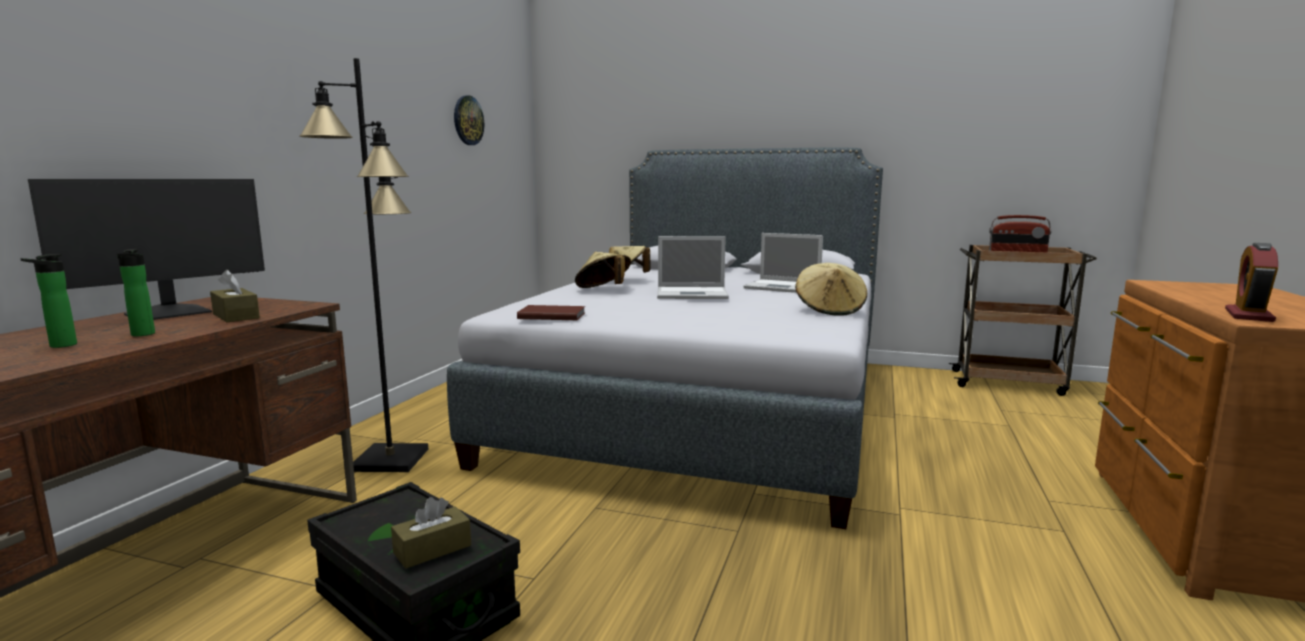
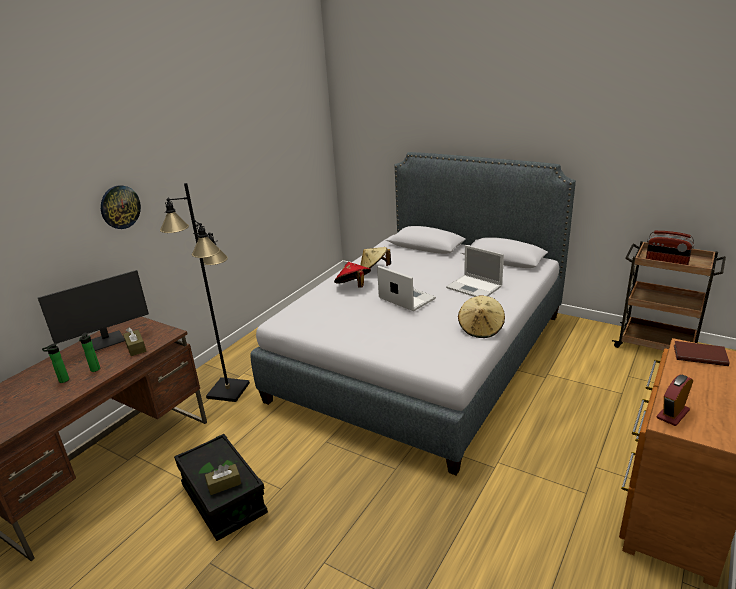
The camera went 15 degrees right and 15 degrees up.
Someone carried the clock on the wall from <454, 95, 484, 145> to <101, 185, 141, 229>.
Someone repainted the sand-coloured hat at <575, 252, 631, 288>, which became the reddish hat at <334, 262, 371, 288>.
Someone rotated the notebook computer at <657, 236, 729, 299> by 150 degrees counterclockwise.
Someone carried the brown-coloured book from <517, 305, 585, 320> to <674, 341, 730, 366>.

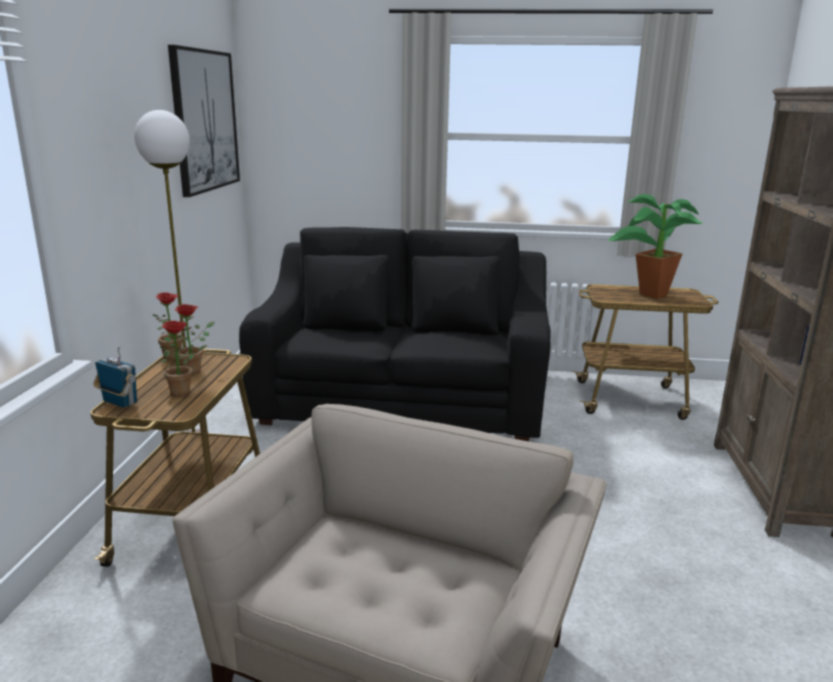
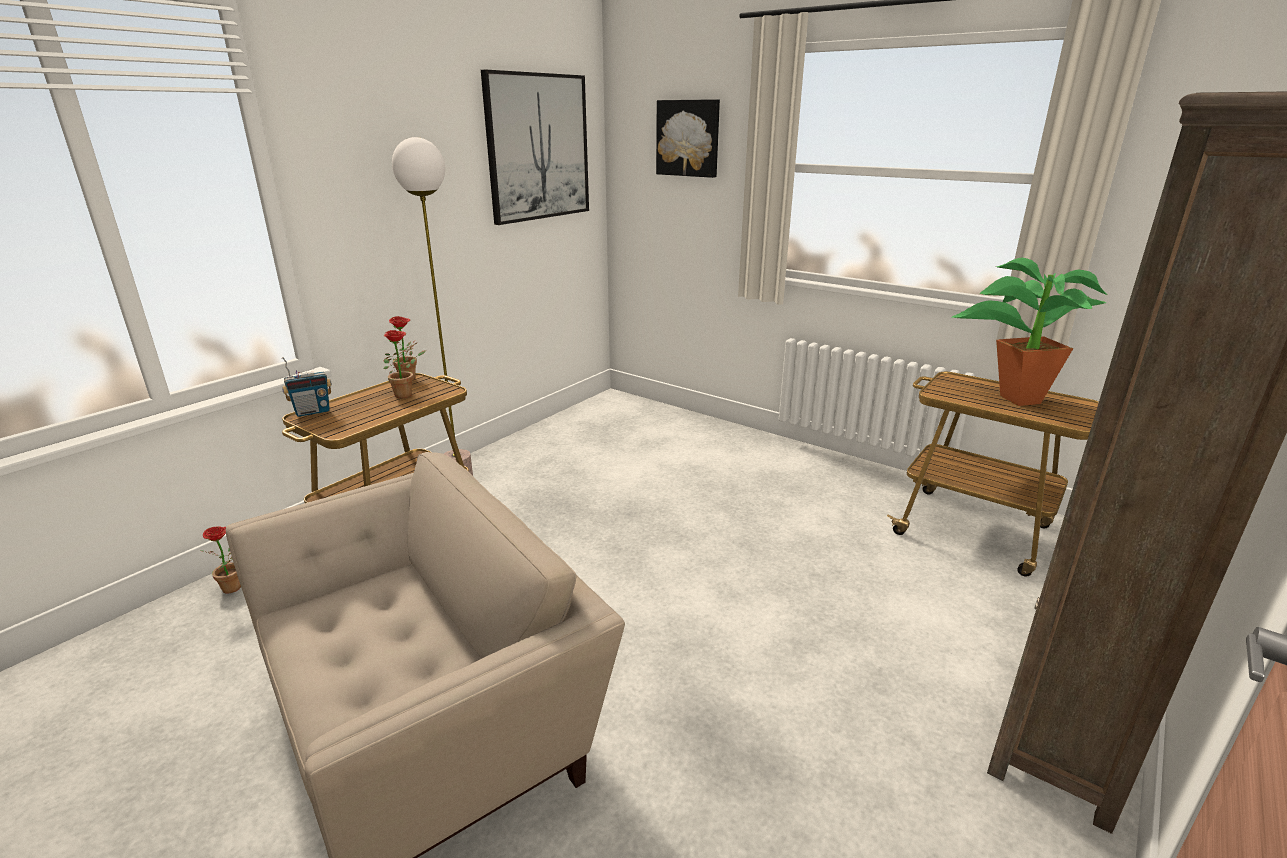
The camera went 30 degrees right and 5 degrees up.
Someone carried the plant in a pot from <160, 321, 208, 397> to <199, 526, 241, 593>.
Someone rotated the radio receiver at <93, 345, 137, 408> by 90 degrees clockwise.
Someone put up the wall picture at <656, 99, 720, 178>.
Someone took away the black-coloured sofa at <239, 227, 550, 441>.

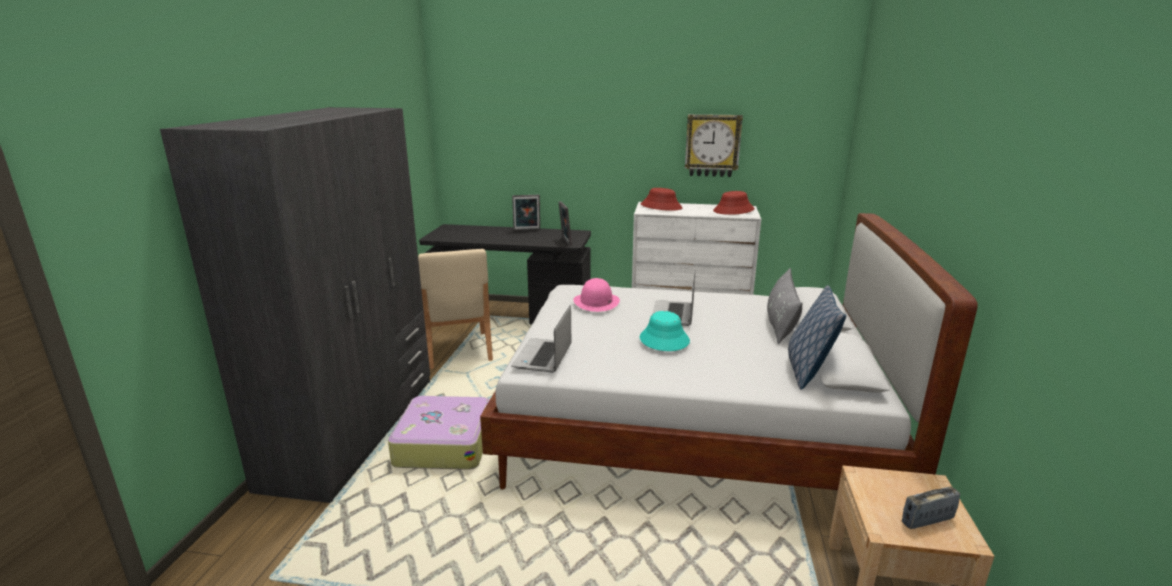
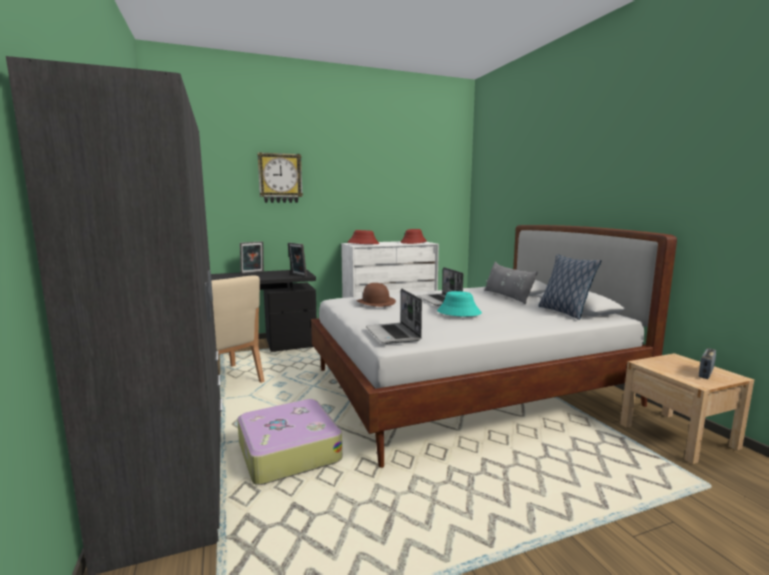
The camera went 30 degrees left and 10 degrees down.
Someone carried the clock on the wall from <685, 114, 743, 177> to <257, 152, 303, 203>.
Someone repainted the pink hat at <573, 278, 620, 312>, which became the brown-coloured hat at <357, 283, 396, 307>.

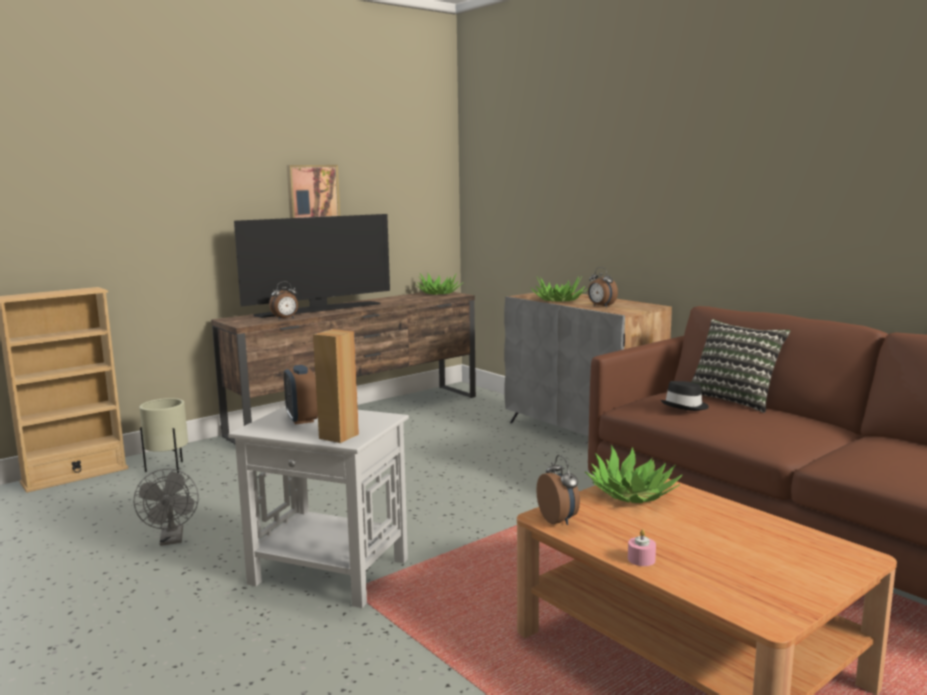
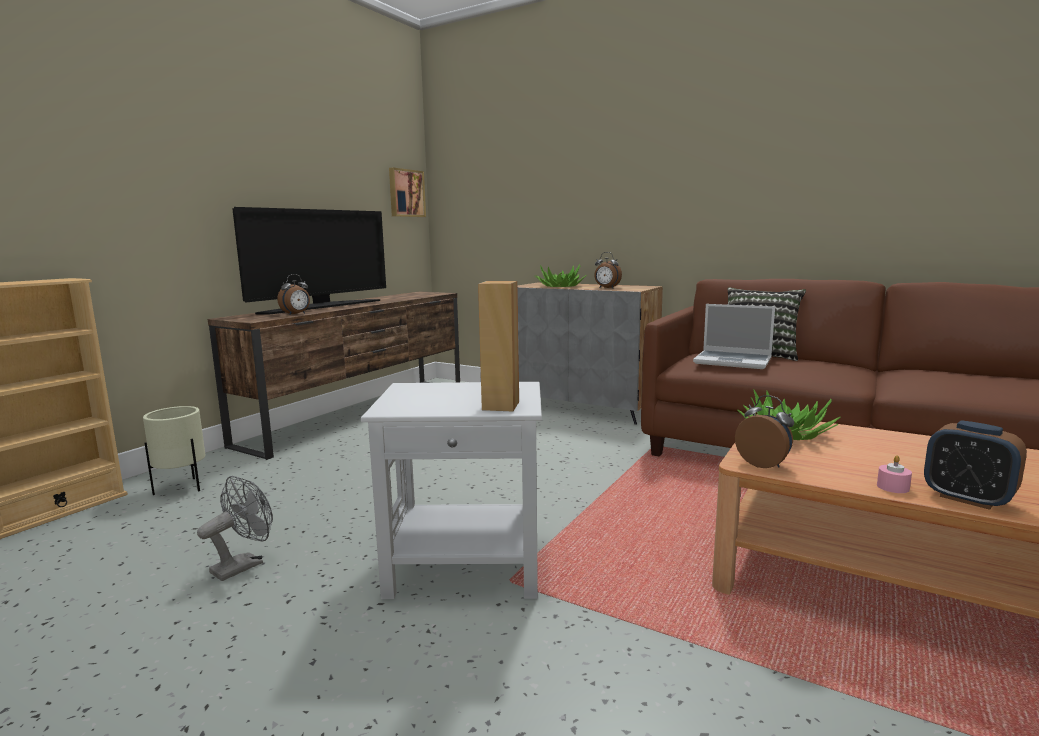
The camera went 20 degrees left and 0 degrees up.
Someone rotated the greyish electric fan at <134, 469, 199, 546> by 105 degrees counterclockwise.
Someone carried the wall picture from <287, 165, 340, 218> to <389, 168, 426, 217>.
Someone swapped the black-coloured hat at <661, 381, 709, 411> for the notebook computer at <693, 304, 775, 369>.
Someone carried the table clock from <284, 365, 318, 425> to <924, 420, 1027, 510>.
Someone took away the plant in a pot at <415, 272, 462, 295>.

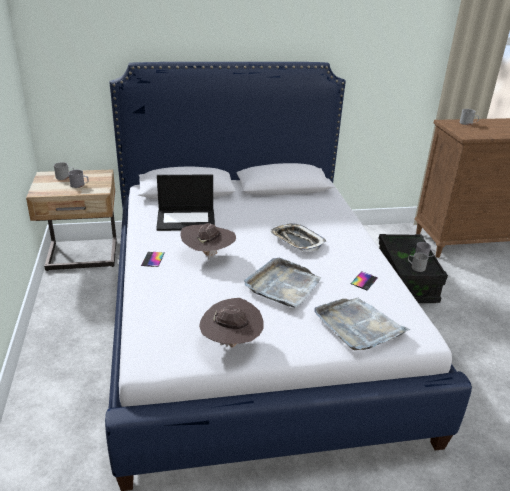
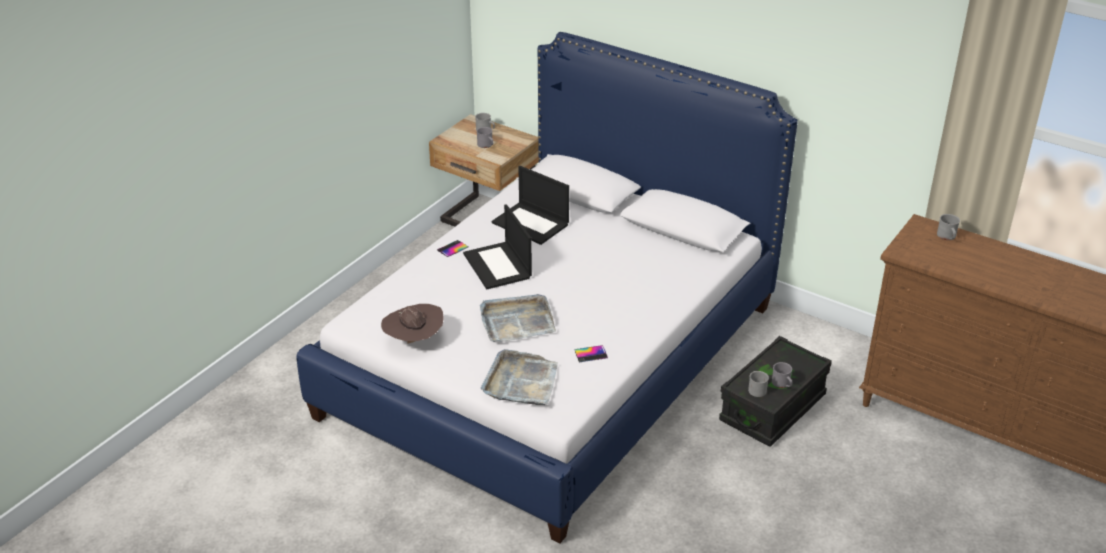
The camera went 45 degrees right and 5 degrees up.
Someone swapped the brown-coloured hat at <180, 223, 236, 260> for the notebook computer at <463, 204, 532, 289>.
Someone took away the tray at <270, 223, 326, 252>.

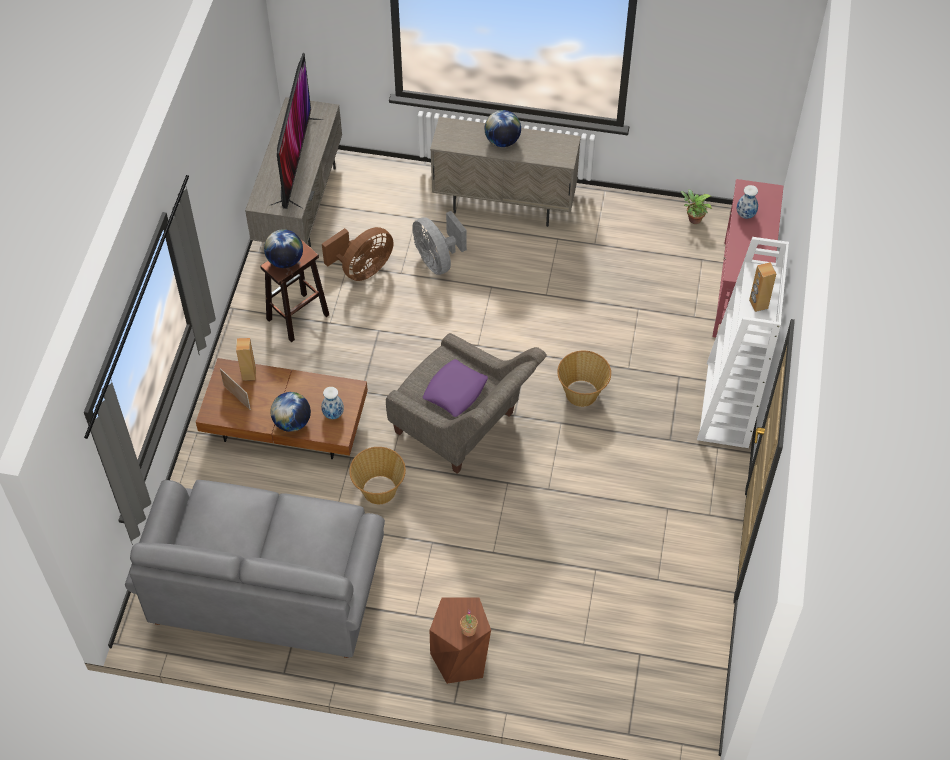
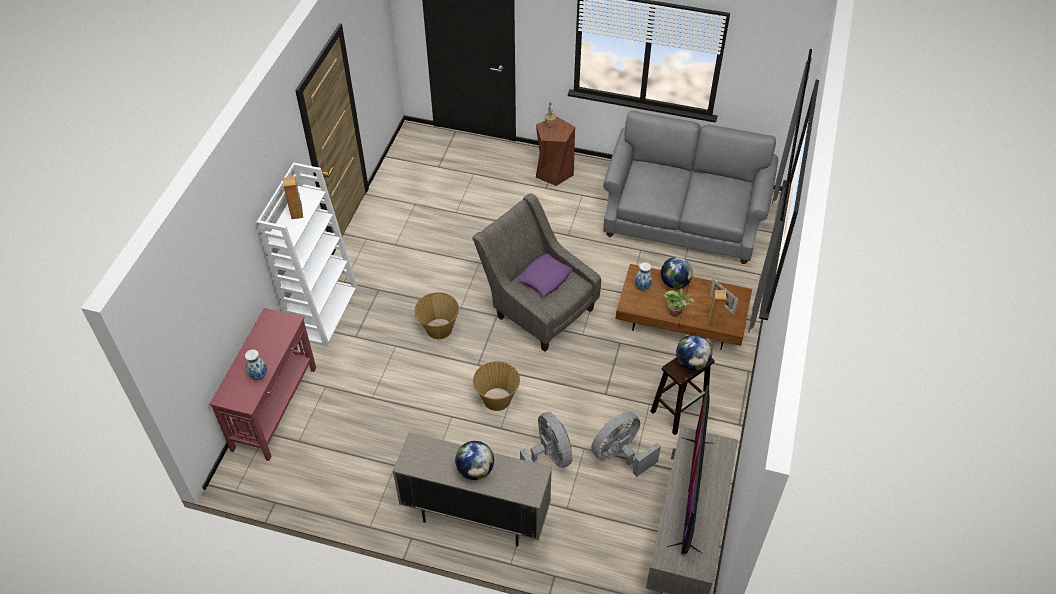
The camera went 175 degrees left and 5 degrees down.
Someone carried the household basket from <349, 447, 406, 504> to <473, 361, 520, 411>.
Someone repainted the brown-coloured electric fan at <322, 227, 393, 281>, which became the greyish electric fan at <591, 412, 661, 477>.
Someone carried the plant in a pot from <681, 189, 712, 224> to <664, 289, 694, 317>.

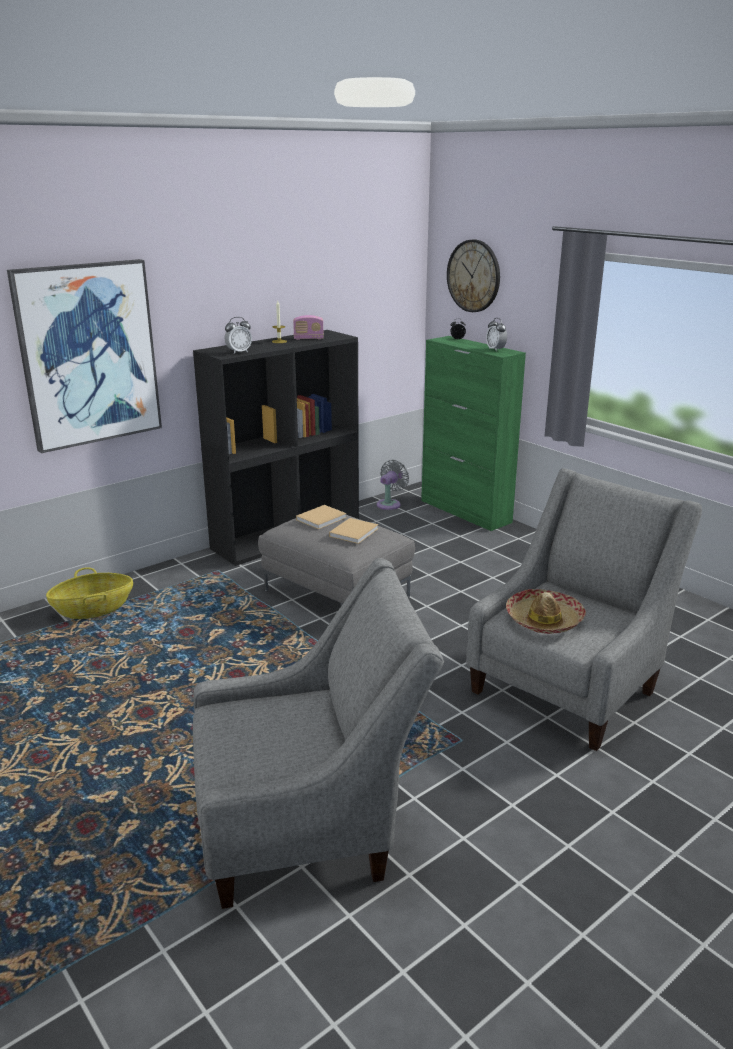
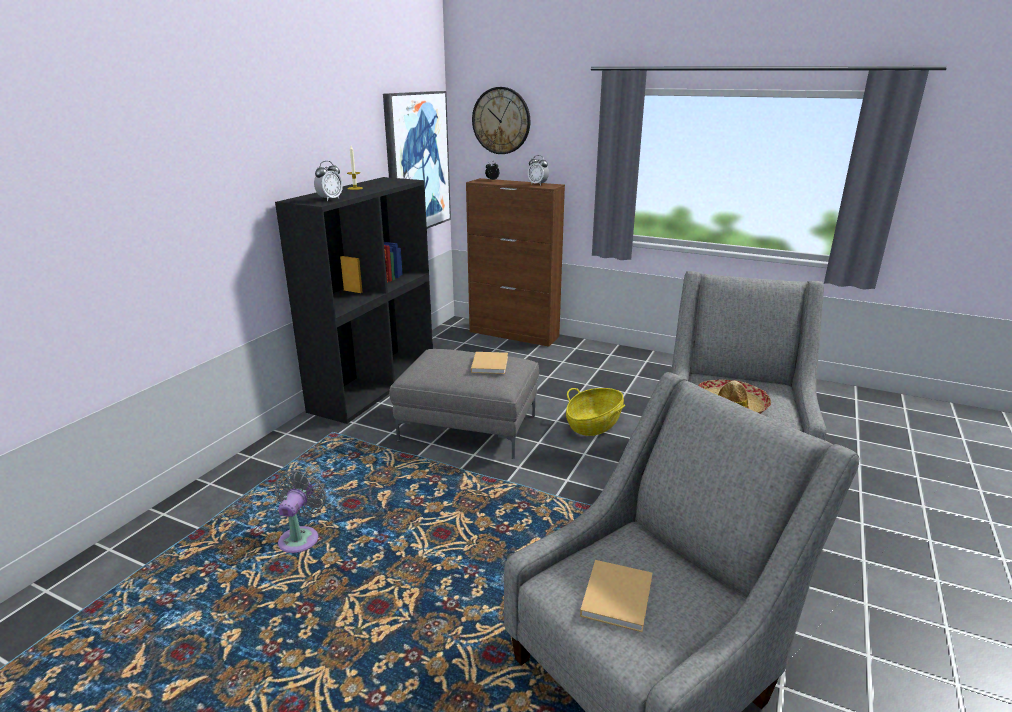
The camera went 25 degrees left and 0 degrees up.
Someone carried the greyish electric fan from <377, 460, 409, 510> to <275, 470, 326, 553>.
Someone carried the wall picture from <7, 259, 162, 453> to <383, 91, 451, 229>.
Someone repainted the greenish storage cabinet at <421, 336, 526, 531>, which became the brown-coloured storage cabinet at <466, 178, 565, 347>.
Someone carried the household basket from <46, 567, 133, 619> to <566, 388, 625, 436>.
Someone carried the sand-coloured book from <296, 505, 347, 529> to <580, 560, 652, 632>.
Someone took away the radio receiver at <293, 315, 324, 340>.

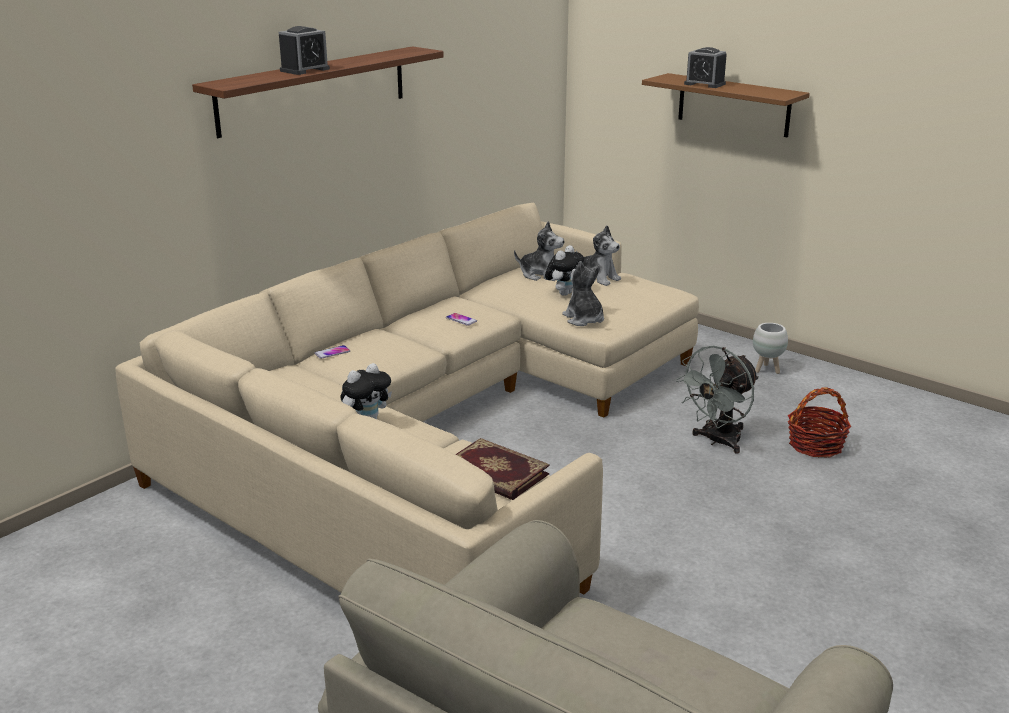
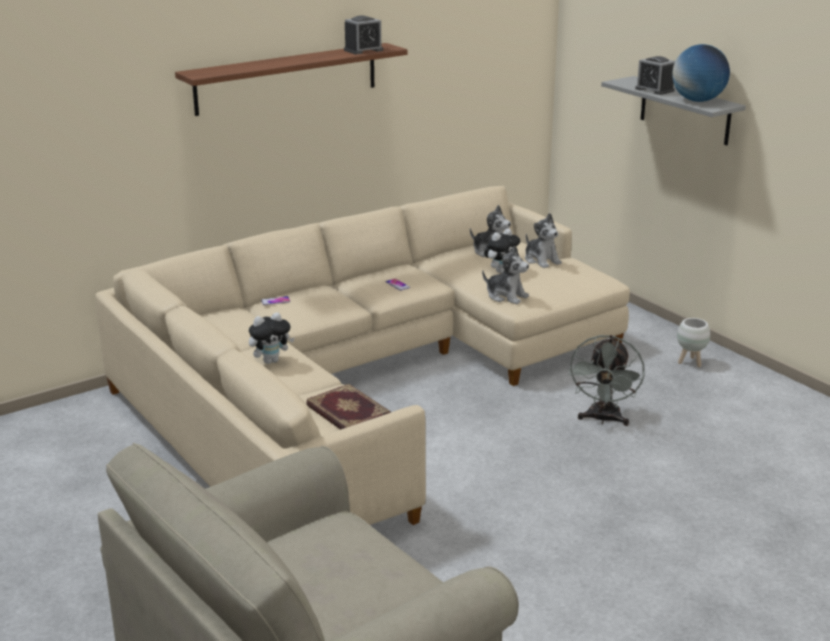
The camera went 15 degrees right and 0 degrees up.
Someone carried the table clock from <279, 26, 330, 75> to <344, 15, 383, 54>.
Someone rotated the plush toy at <562, 261, 604, 326> by 135 degrees clockwise.
Someone rotated the greyish electric fan at <676, 345, 759, 453> by 45 degrees counterclockwise.
Someone repainted the brown-coloured shelf at <642, 73, 810, 137>, which became the greyish shelf at <601, 76, 746, 145>.
Someone put down the world globe at <672, 44, 730, 102>.
Someone took away the household basket at <788, 387, 852, 458>.

